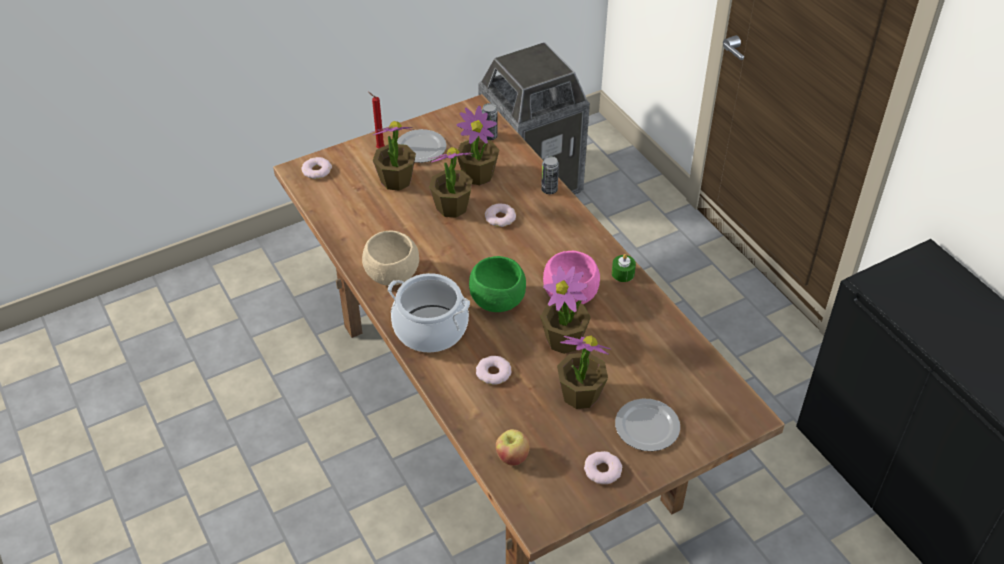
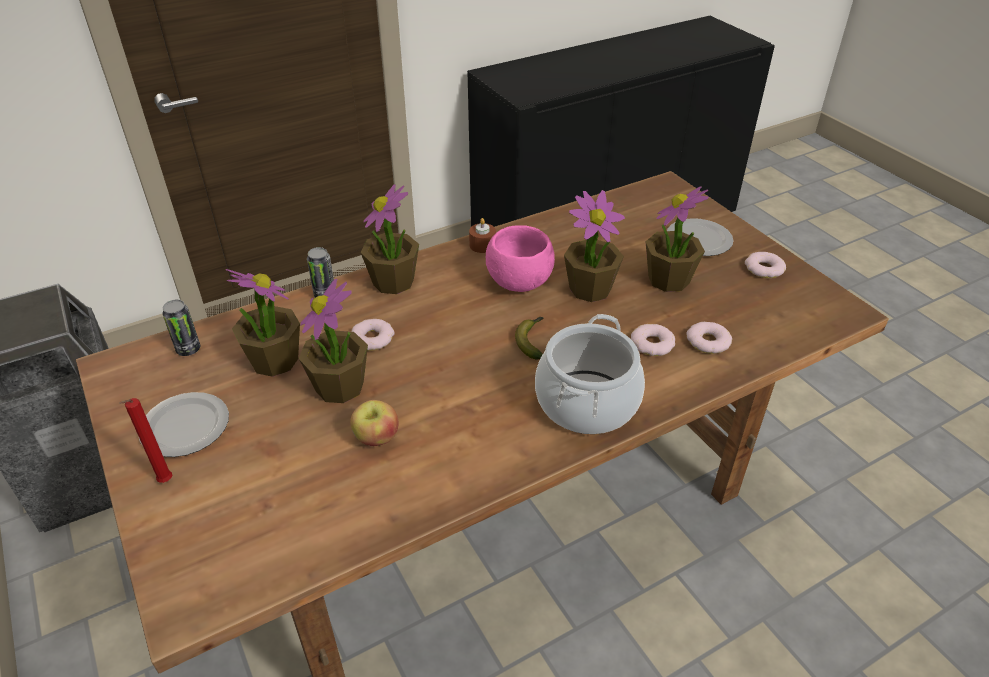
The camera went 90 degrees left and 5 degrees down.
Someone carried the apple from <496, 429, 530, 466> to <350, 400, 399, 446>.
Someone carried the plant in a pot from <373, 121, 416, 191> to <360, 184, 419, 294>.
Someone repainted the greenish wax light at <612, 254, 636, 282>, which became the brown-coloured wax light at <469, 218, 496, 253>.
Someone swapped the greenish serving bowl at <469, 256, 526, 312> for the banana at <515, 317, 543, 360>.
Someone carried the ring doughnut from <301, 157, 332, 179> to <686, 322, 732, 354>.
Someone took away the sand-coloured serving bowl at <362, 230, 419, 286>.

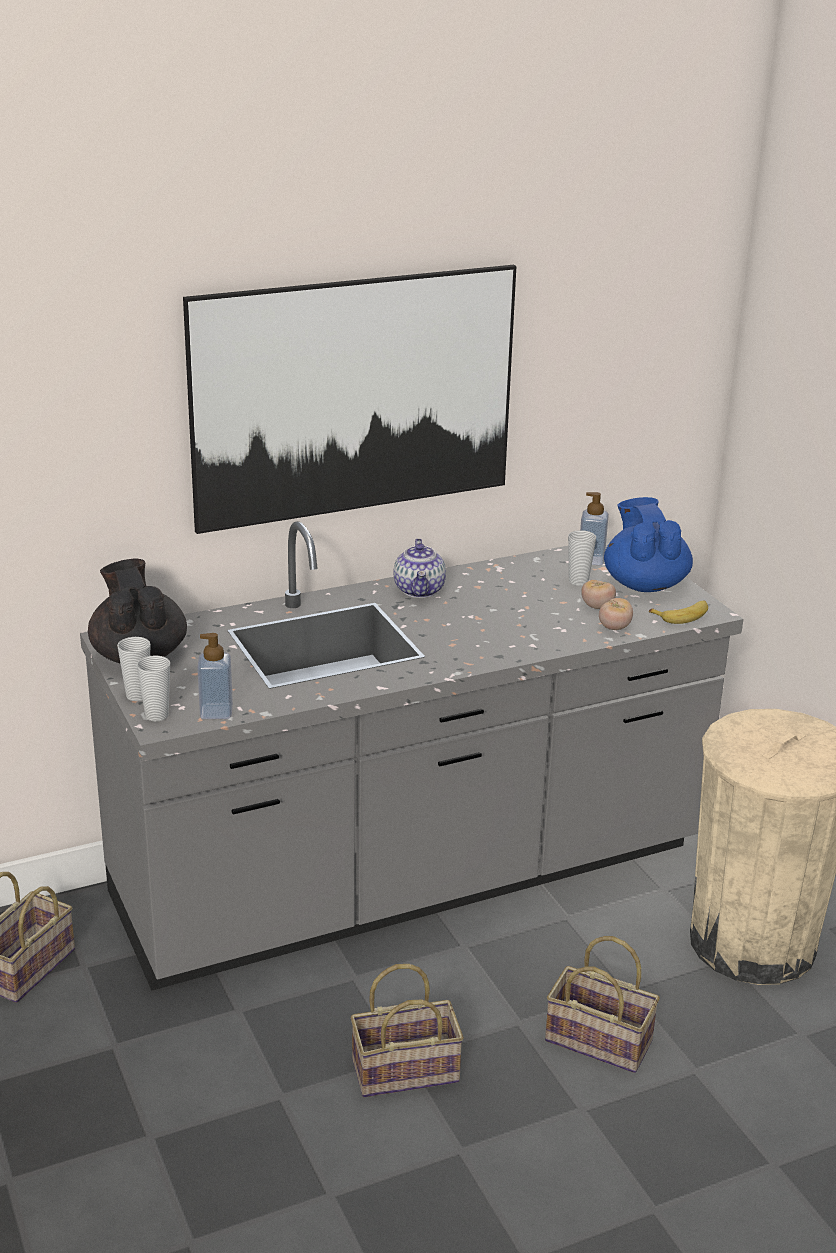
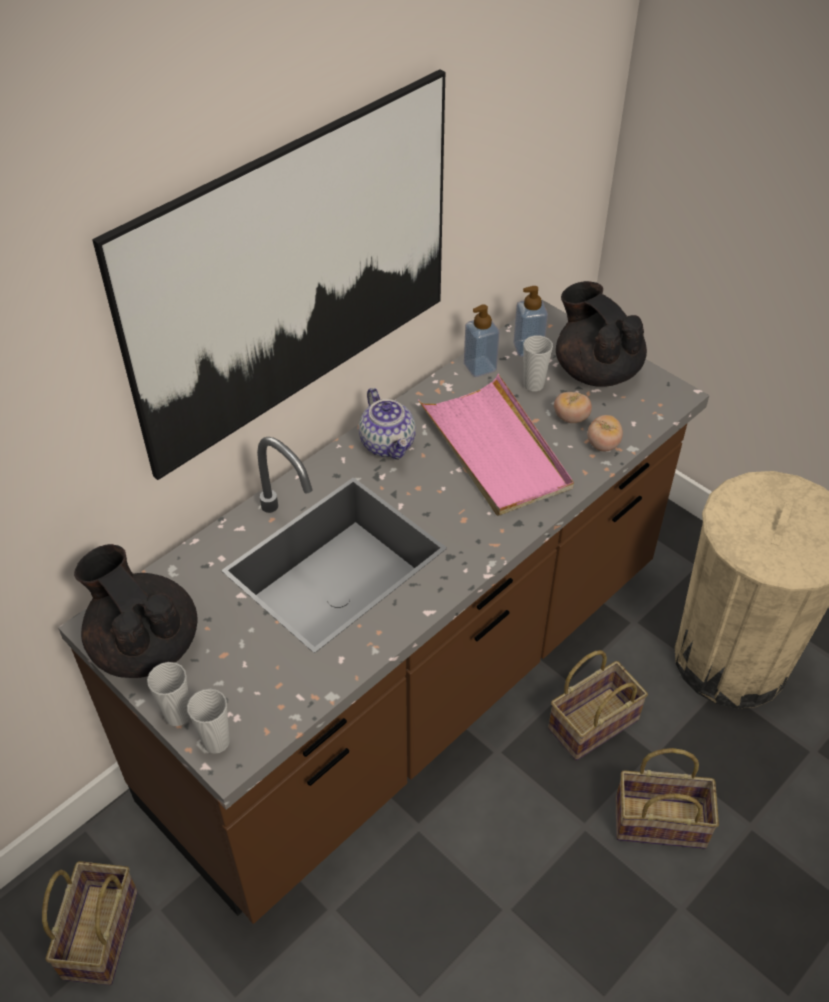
The camera went 20 degrees left and 20 degrees up.
Someone repainted the greyish kitchen counter at <80, 521, 743, 991>, which became the brown-coloured kitchen counter at <58, 300, 709, 924>.
Someone put down the pink tray at <418, 374, 574, 516>.
Someone carried the liquid soap bottle from <197, 633, 233, 719> to <464, 304, 499, 377>.
Someone carried the household basket from <351, 964, 464, 1097> to <548, 650, 648, 761>.
Someone repainted the blue-coloured tea pot at <604, 497, 693, 592>, which became the black-coloured tea pot at <556, 281, 647, 387>.
Someone took away the banana at <649, 601, 708, 624>.

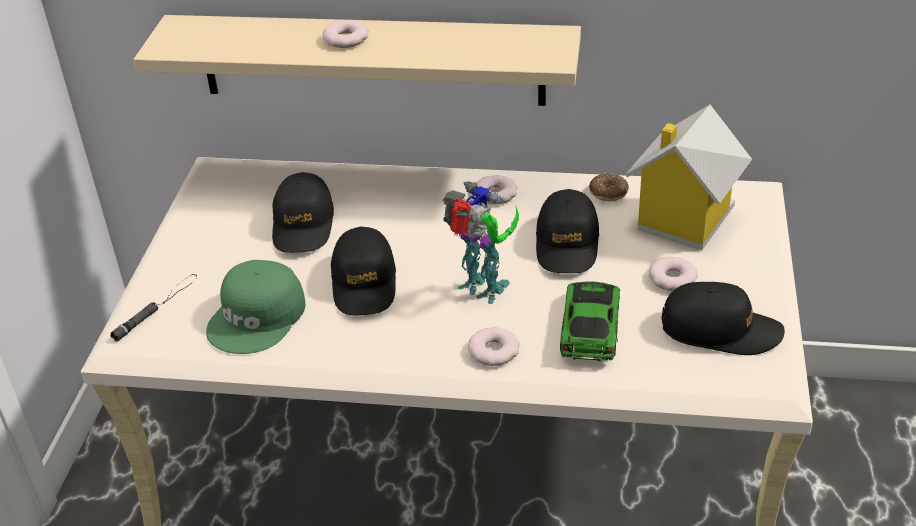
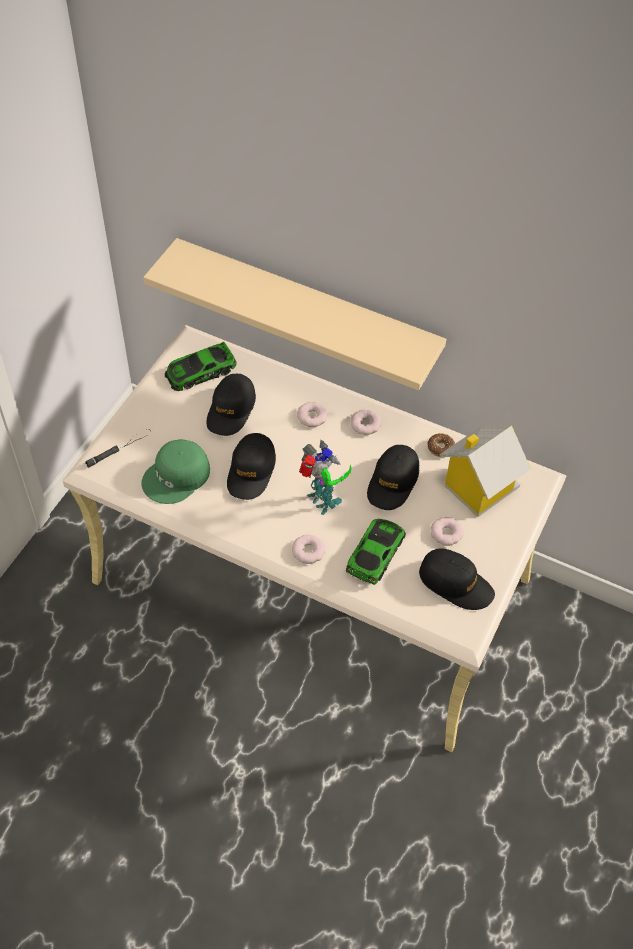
The camera went 15 degrees right and 15 degrees up.
Someone put down the miniature car at <165, 342, 237, 391>.
Someone carried the ring doughnut from <322, 20, 368, 48> to <297, 402, 328, 427>.

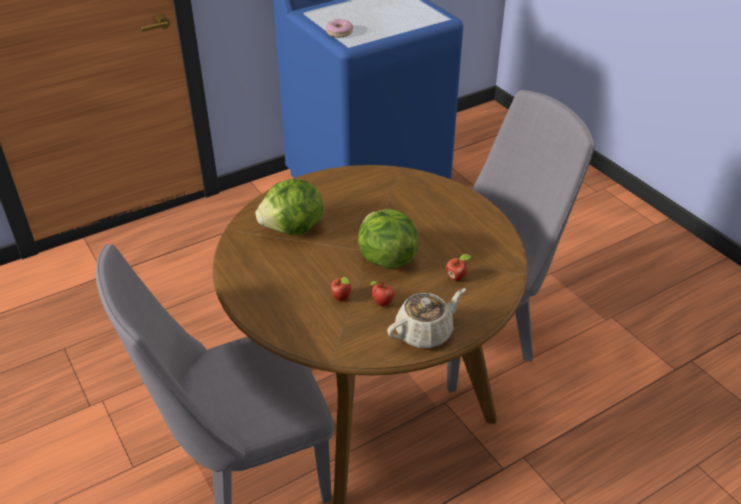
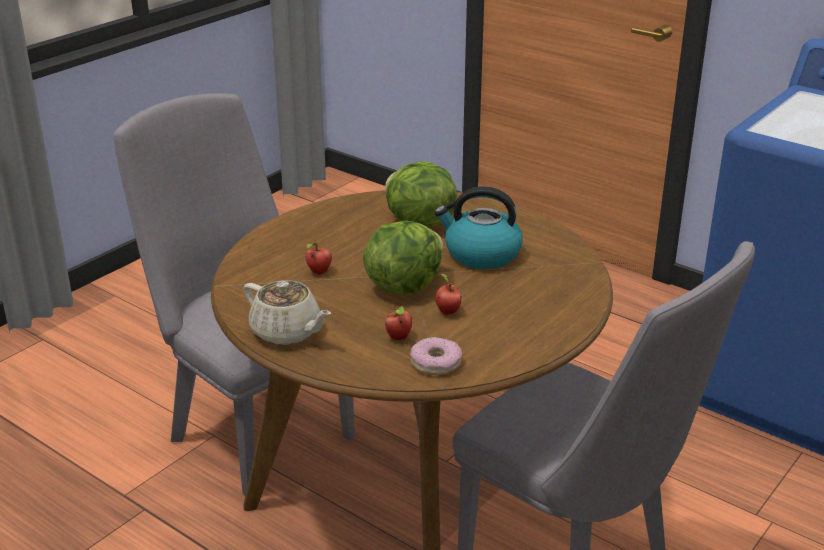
The camera went 70 degrees right and 10 degrees down.
Someone carried the ring doughnut from <326, 19, 353, 38> to <410, 337, 462, 375>.
Someone put down the tea kettle at <435, 186, 523, 269>.
Someone carried the apple from <370, 281, 394, 306> to <435, 274, 462, 315>.

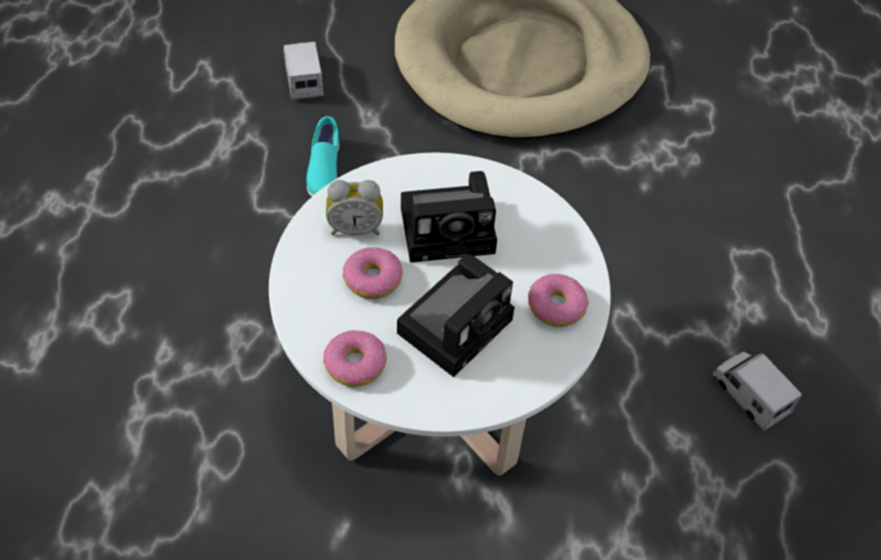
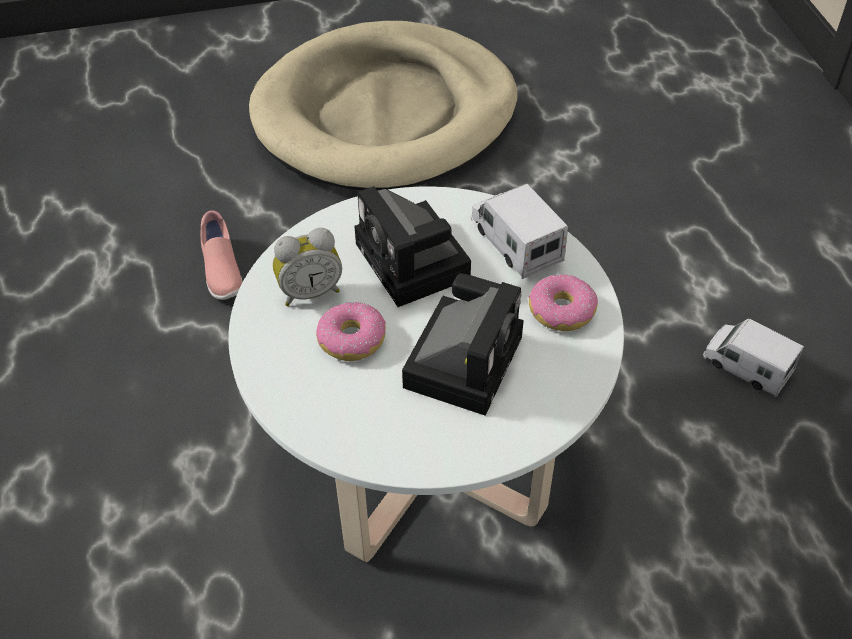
The camera went 15 degrees left and 5 degrees down.
Someone repainted the blue-green shoe at <306, 116, 339, 197>, which became the pink shoe at <201, 210, 243, 300>.
Someone rotated the photo camera at <401, 171, 497, 263> by 90 degrees clockwise.
Someone carried the toy lorry from <280, 41, 324, 100> to <471, 184, 568, 279>.
Someone took away the ring doughnut at <323, 330, 387, 387>.

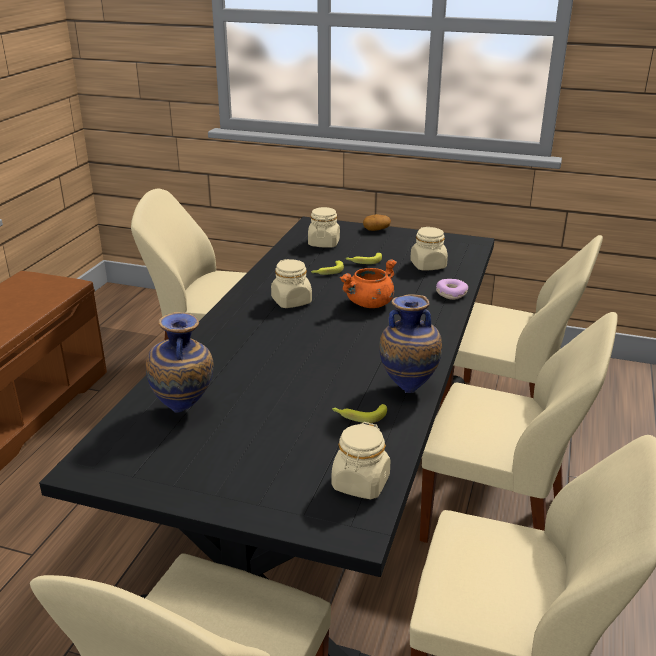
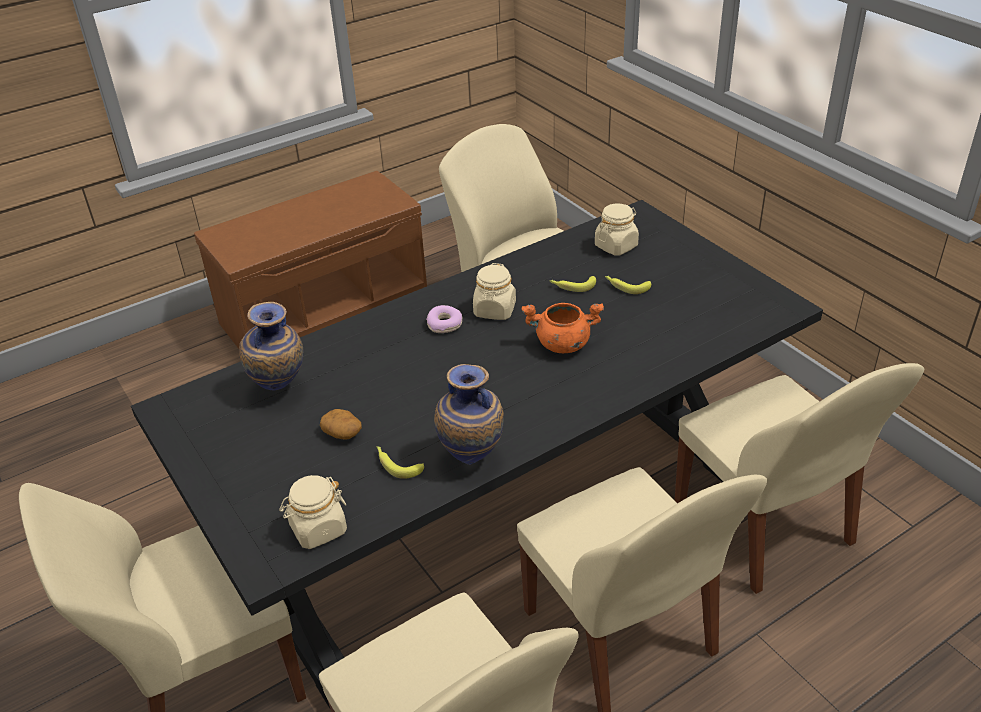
The camera went 40 degrees right and 10 degrees up.
Someone carried the whole potato from <363, 214, 391, 231> to <320, 409, 362, 440>.
Someone carried the ring doughnut from <436, 279, 468, 300> to <426, 305, 462, 333>.
Someone took away the sand-coloured jar at <410, 227, 448, 270>.

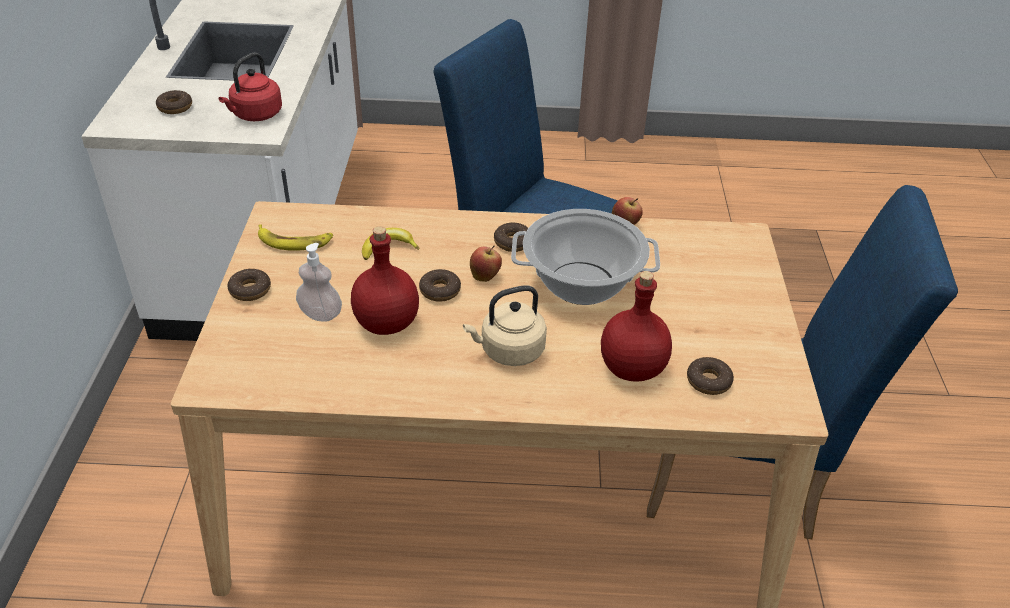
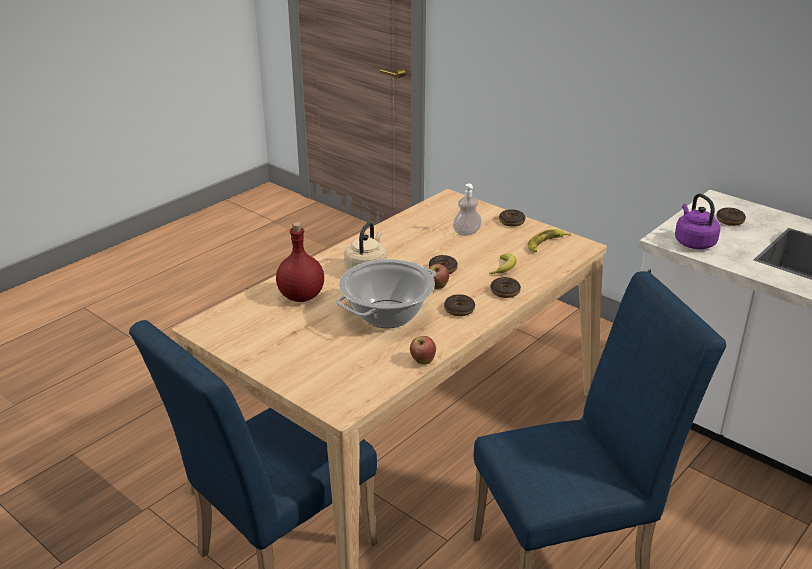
The camera went 130 degrees right and 10 degrees down.
Someone carried the ring doughnut from <687, 357, 734, 395> to <490, 277, 521, 298>.
Someone repainted the reddish tea kettle at <219, 53, 282, 121>, which became the purple tea kettle at <675, 193, 720, 249>.
Someone took away the reddish bottle at <351, 226, 419, 335>.

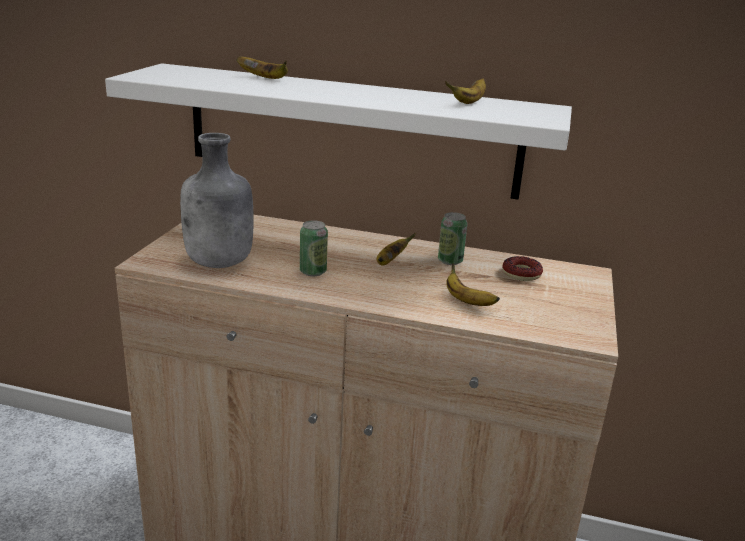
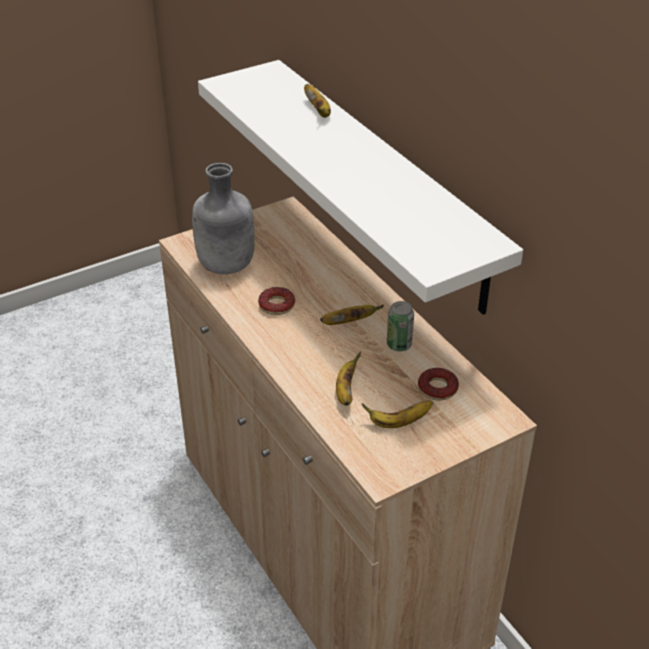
The camera went 45 degrees right and 15 degrees up.
Someone swapped the can at <300, 220, 328, 276> for the ring doughnut at <258, 287, 295, 315>.
Someone carried the banana from <445, 79, 486, 104> to <361, 401, 433, 428>.

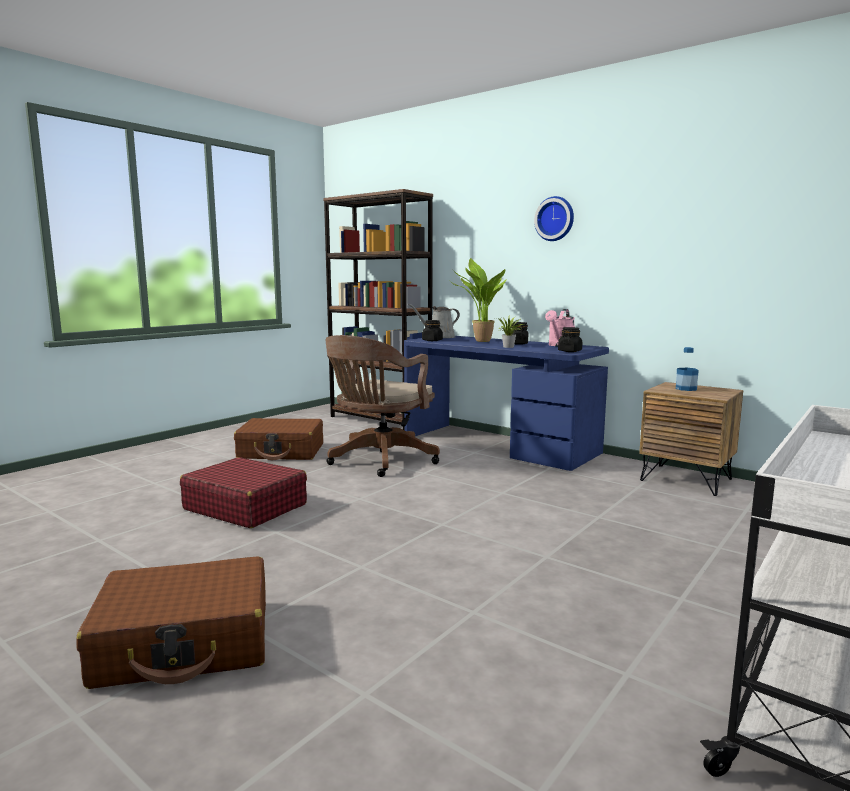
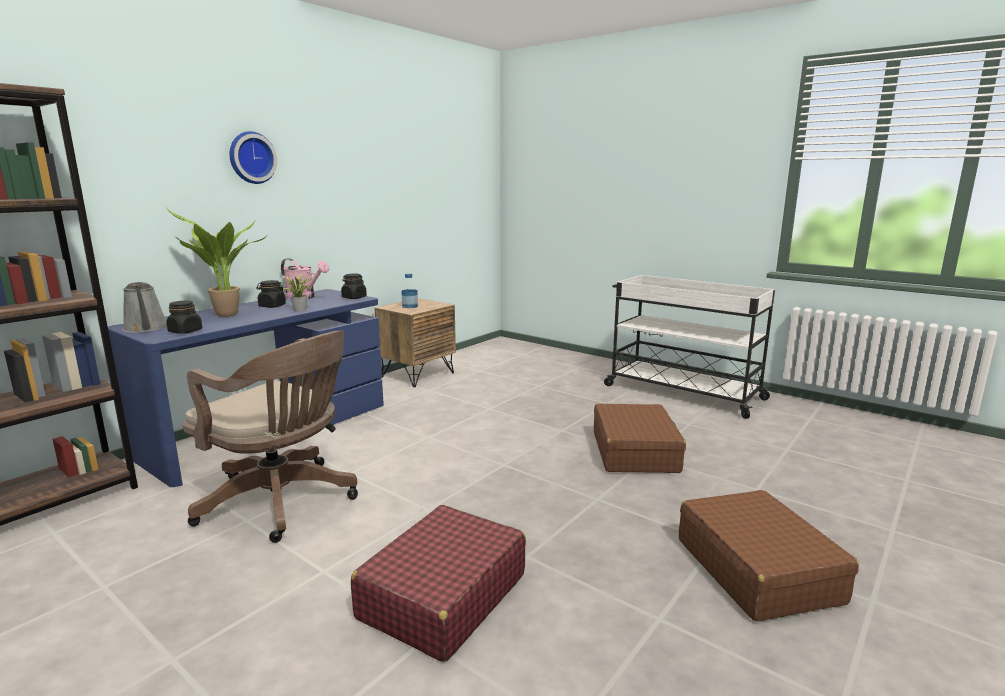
The camera went 90 degrees left and 5 degrees up.
Someone carried the brown-coloured suitcase from <234, 418, 323, 460> to <594, 404, 686, 473>.

